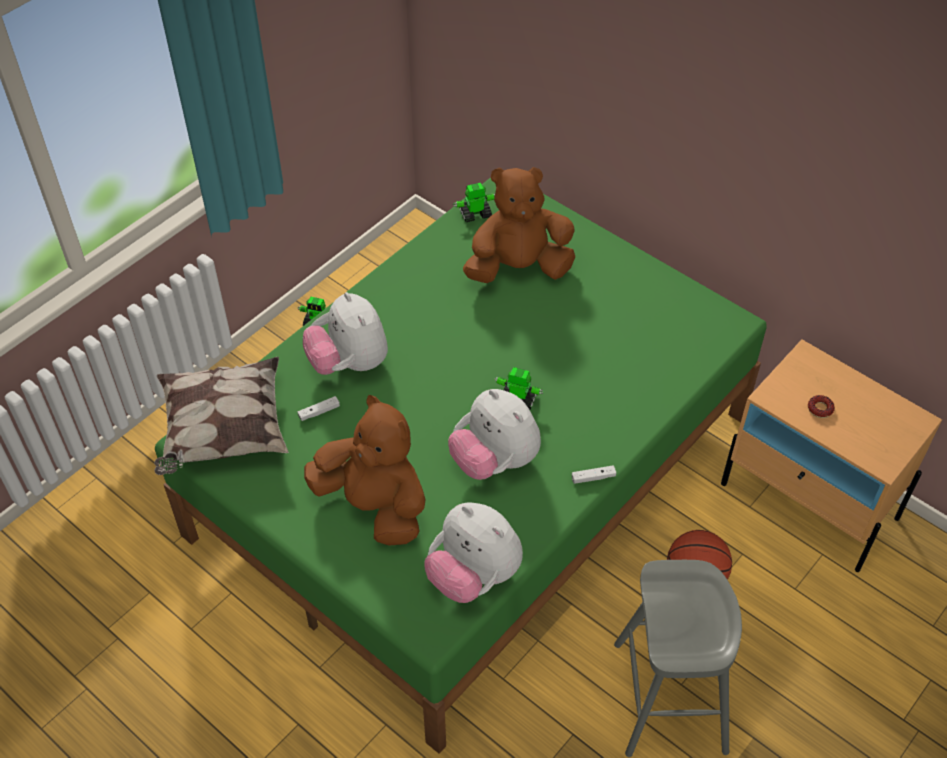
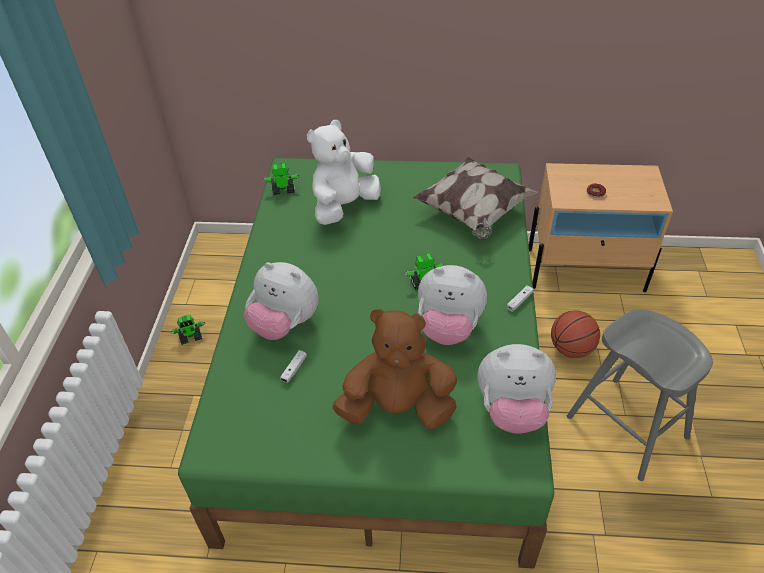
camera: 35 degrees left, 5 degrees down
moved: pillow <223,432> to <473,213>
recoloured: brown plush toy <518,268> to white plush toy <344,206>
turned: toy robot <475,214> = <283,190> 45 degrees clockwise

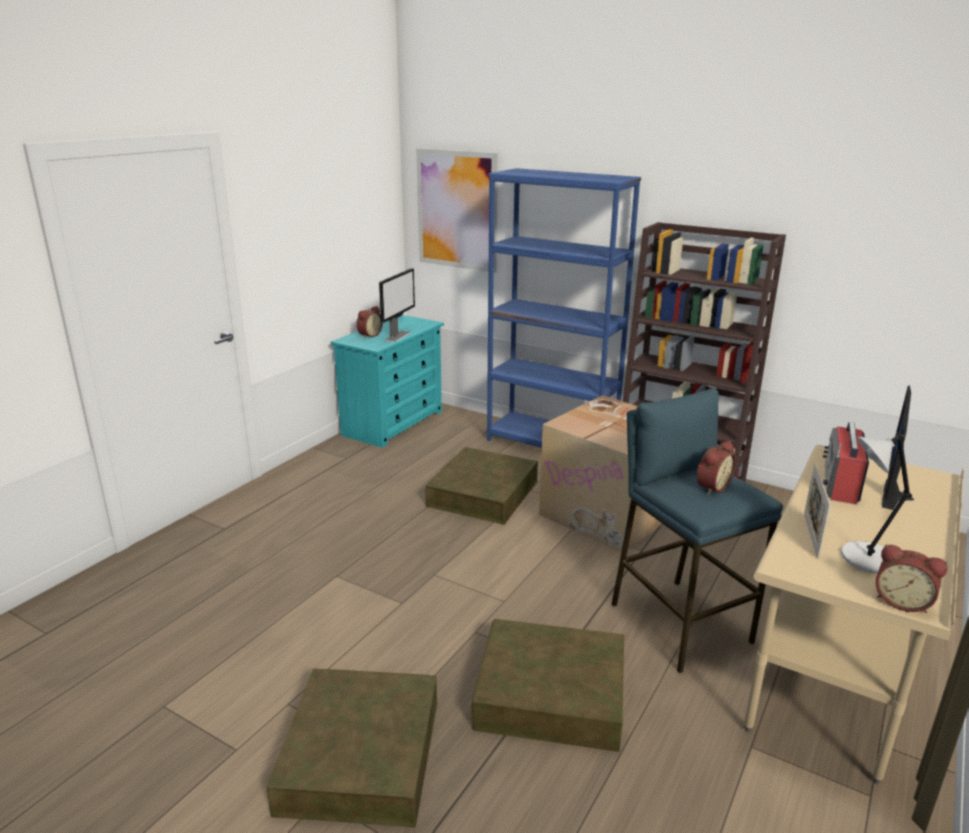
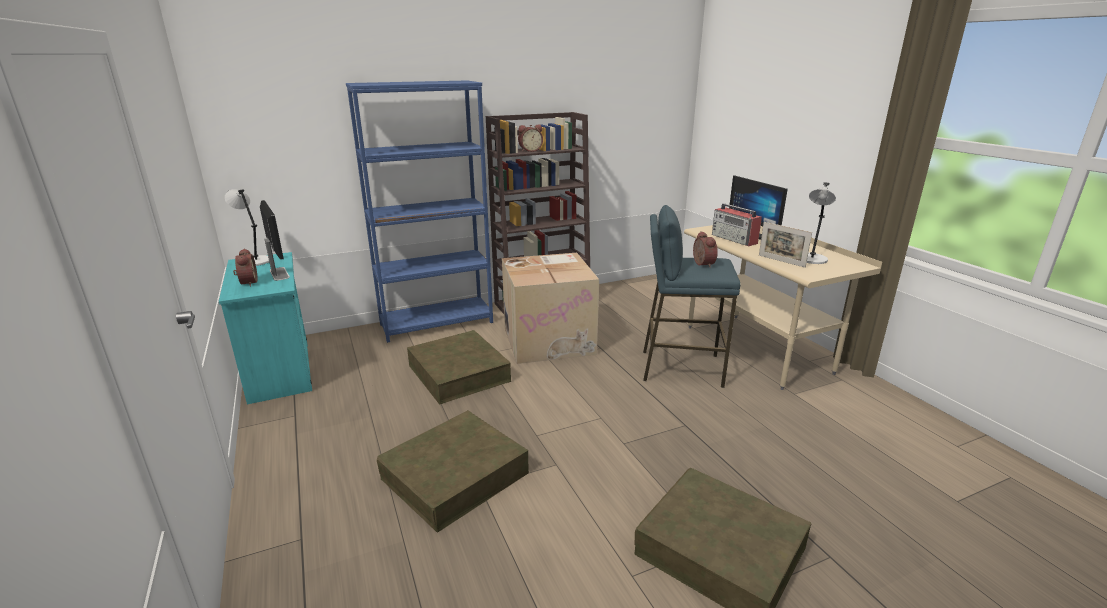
camera: 55 degrees left, 0 degrees up
removed: picture <457,210>
added: grey table lamp <255,261>
moved: alarm clock <902,601> to <530,150>; brown storage box <551,694> to <455,476>

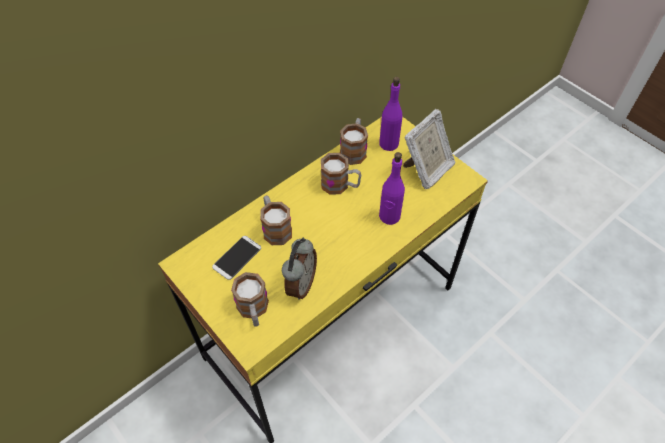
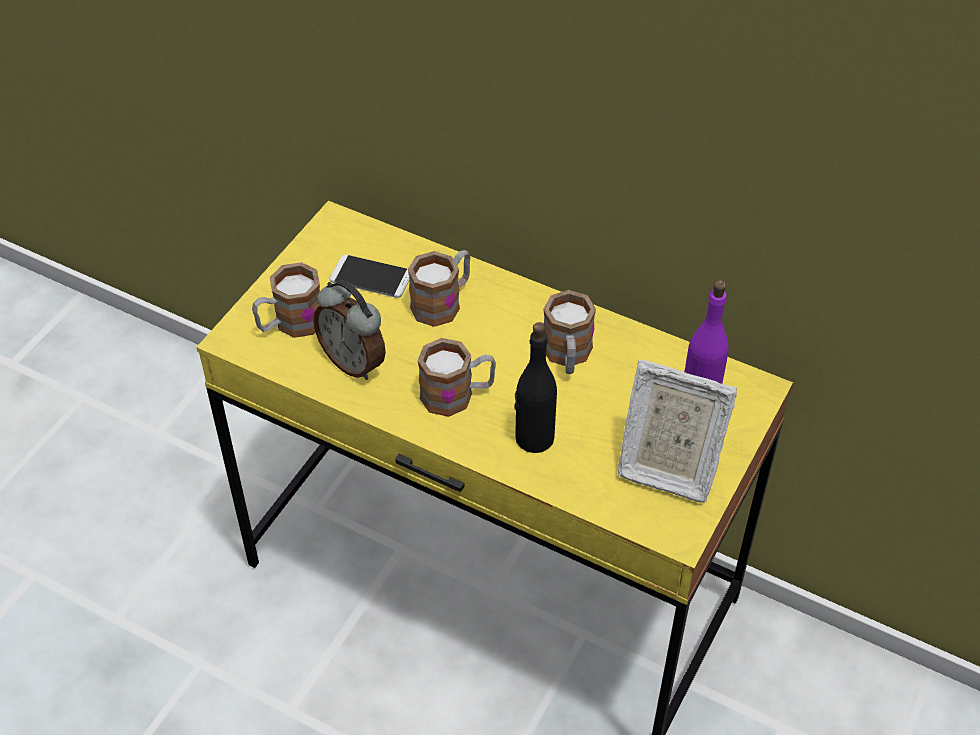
camera: 70 degrees right, 5 degrees down
moved: mug <354,150> to <457,395>
recoloured: purple bottle <389,216> to black bottle <534,438>
turned: alarm clock <300,284> = <354,362> 45 degrees clockwise

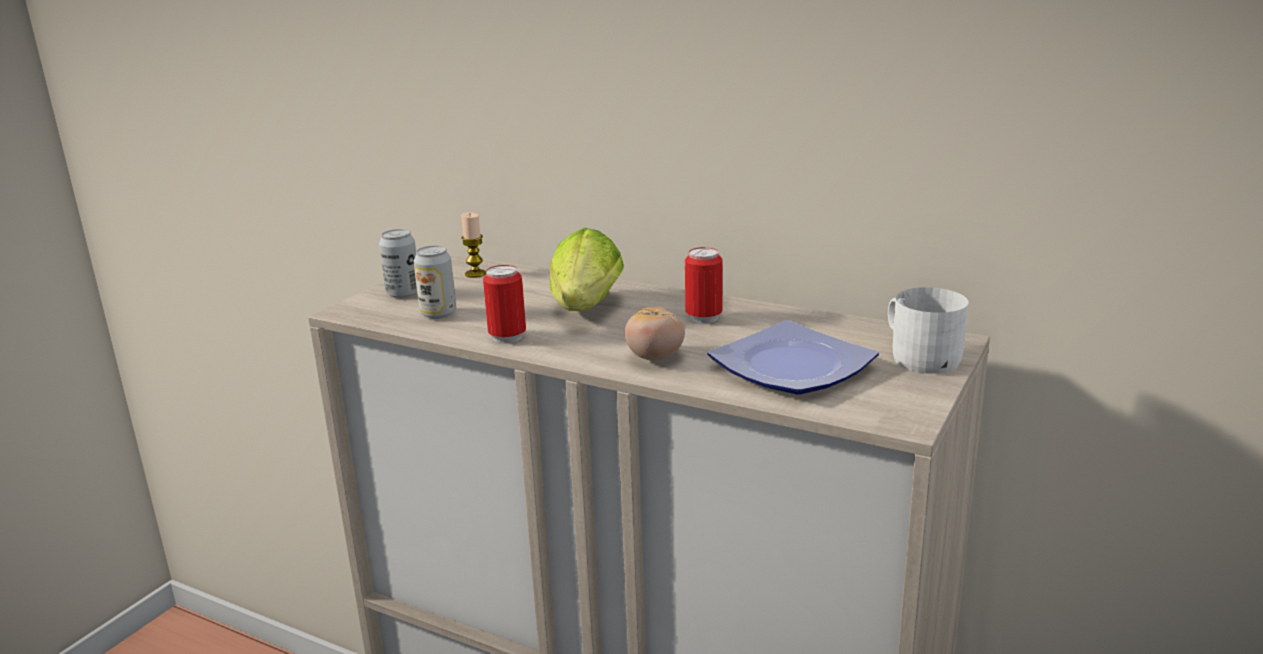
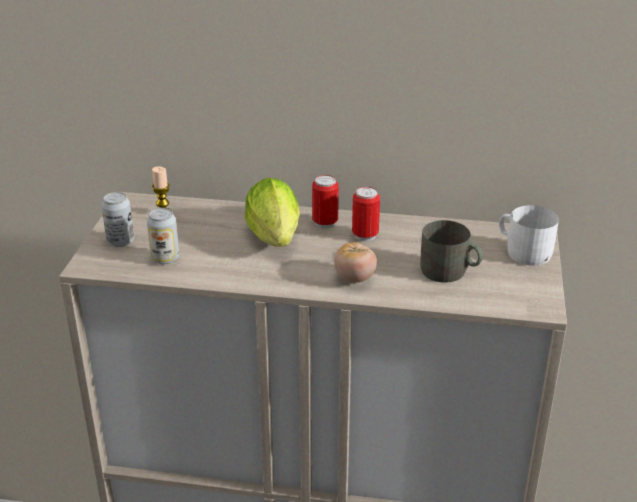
camera: 20 degrees left, 10 degrees up
moved: can <507,337> to <325,223>
replaced: plate <791,366> to grey mug <449,272>

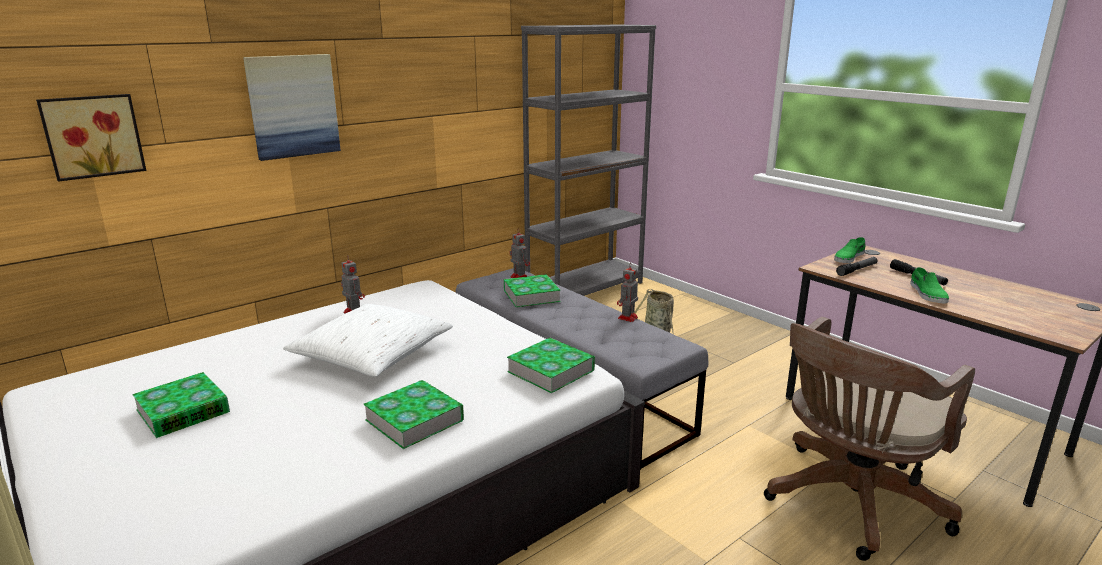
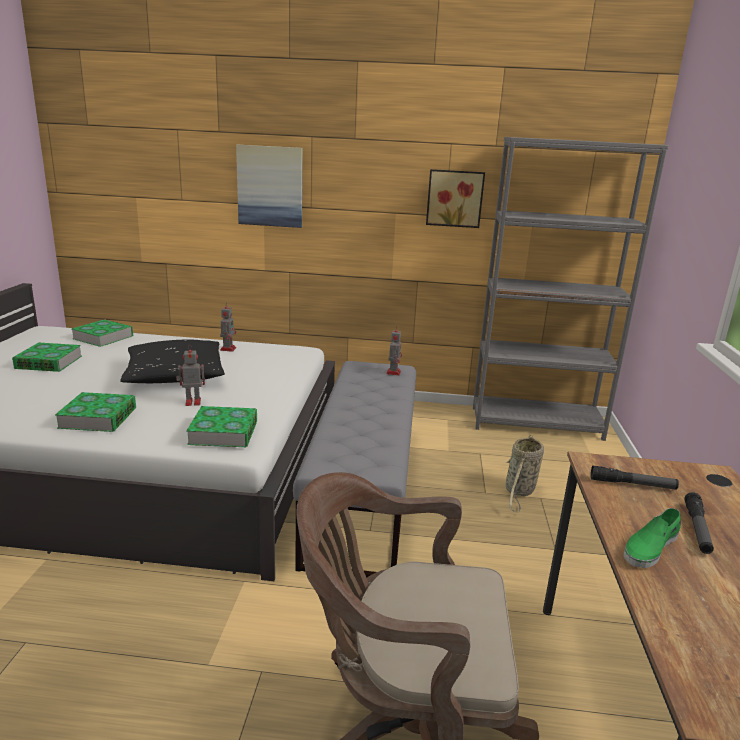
camera: 45 degrees right, 0 degrees up
removed: green shoe <848,257>
moved: picture <93,136> to <454,198>; toy robot <627,318> to <192,402>; book <531,295> to <103,337>
recoloured: white pillow <372,355> to black pillow <175,375>

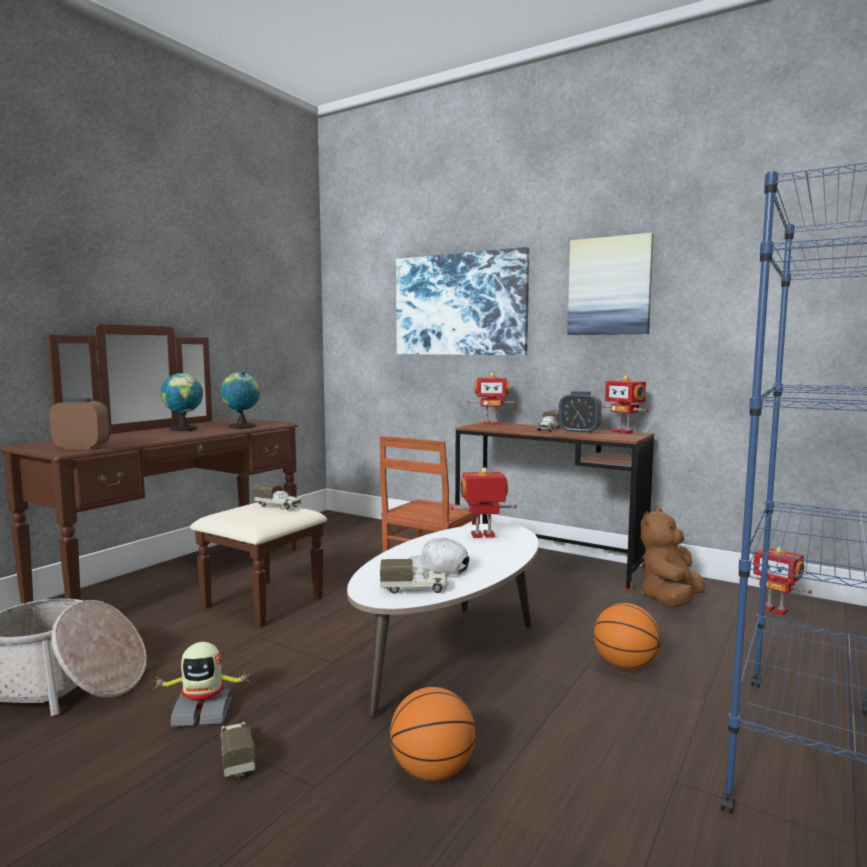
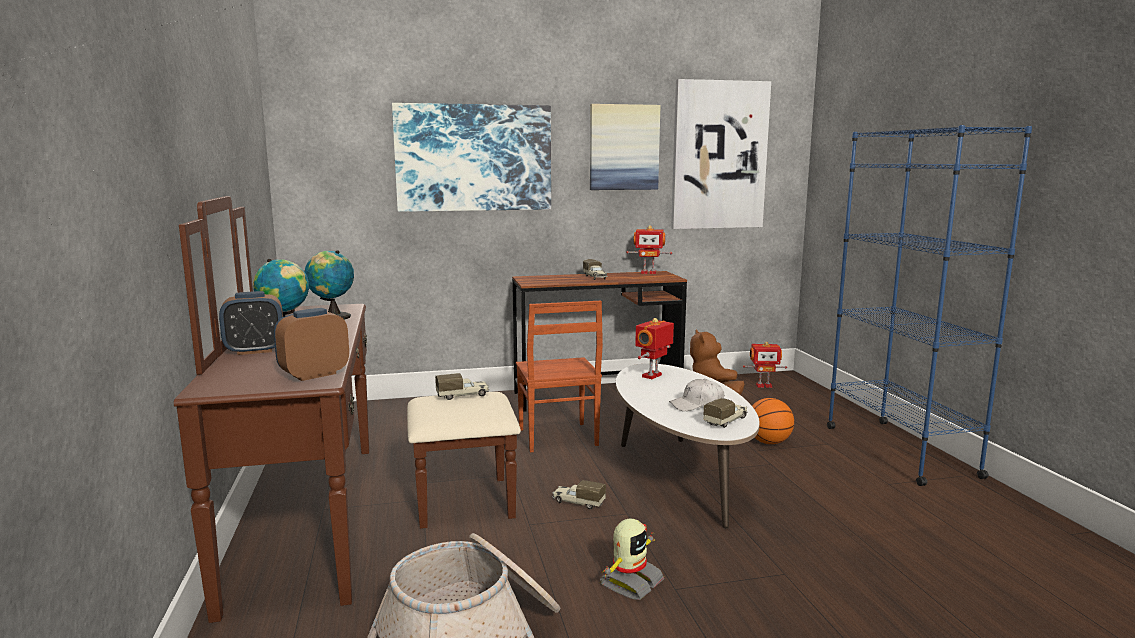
camera: 45 degrees left, 5 degrees up
removed: toy robot <491,424>; basketball <432,772>
added: picture <719,155>
moved: alarm clock <579,432> to <255,351>; toy truck <236,757> to <578,502>

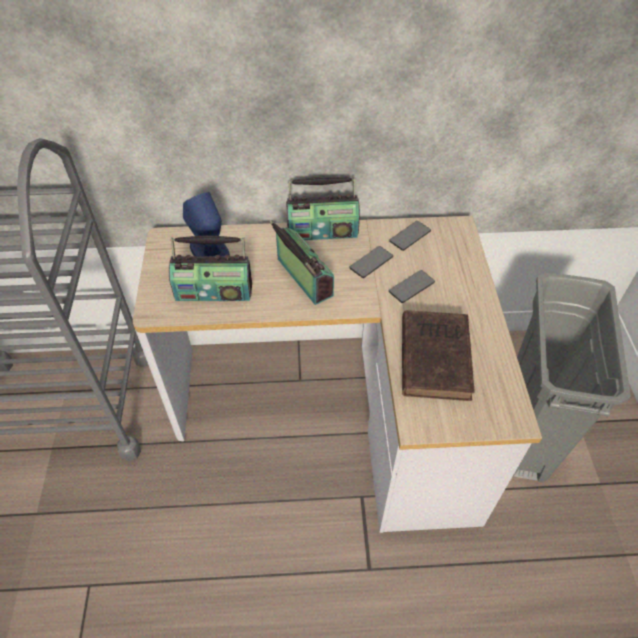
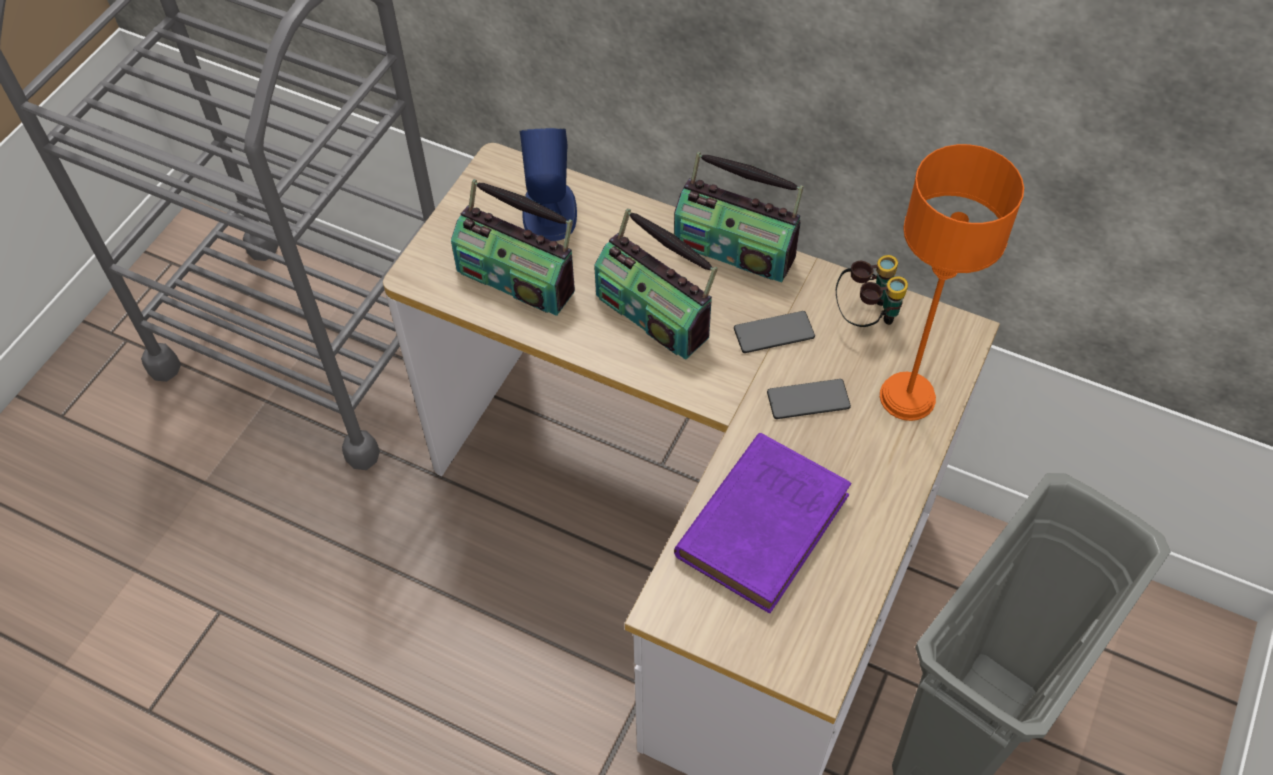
camera: 30 degrees right, 5 degrees up
added: orange table lamp <907,396>
replaced: phone <410,236> to binoculars <866,315>
recoloured: brown book <434,356> to purple book <765,522>
turned: radio <303,278> = <654,314> 135 degrees clockwise

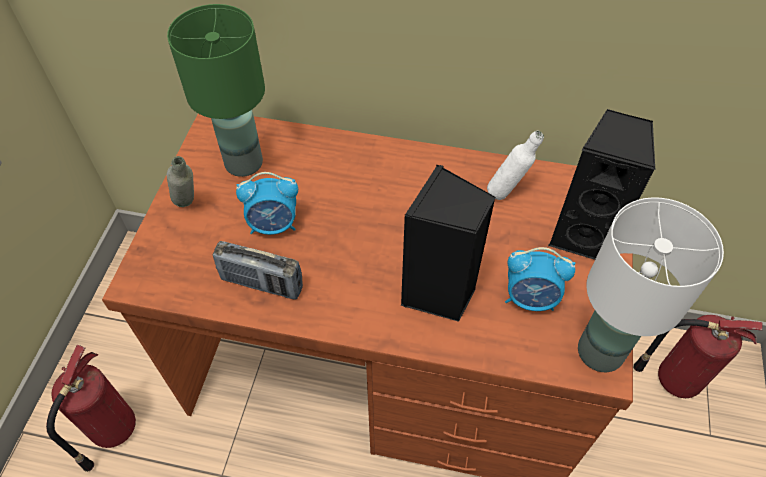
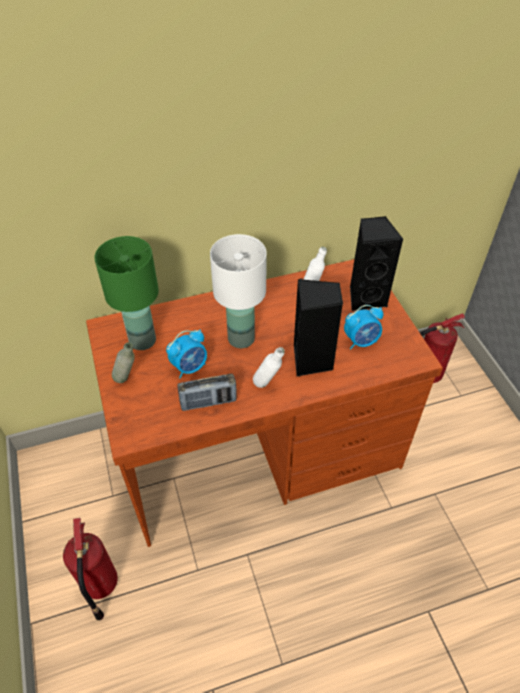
camera: 30 degrees left, 5 degrees down
added: white bottle <267,385>
moved: white table lamp <599,351> to <240,338>

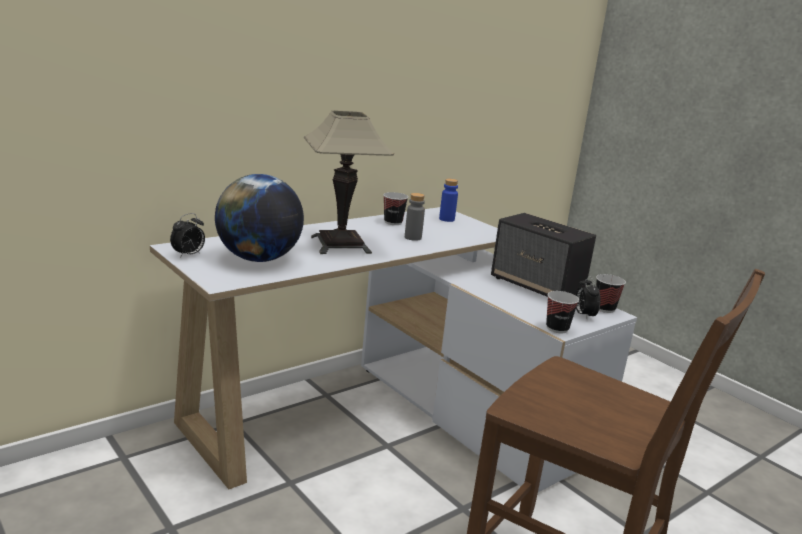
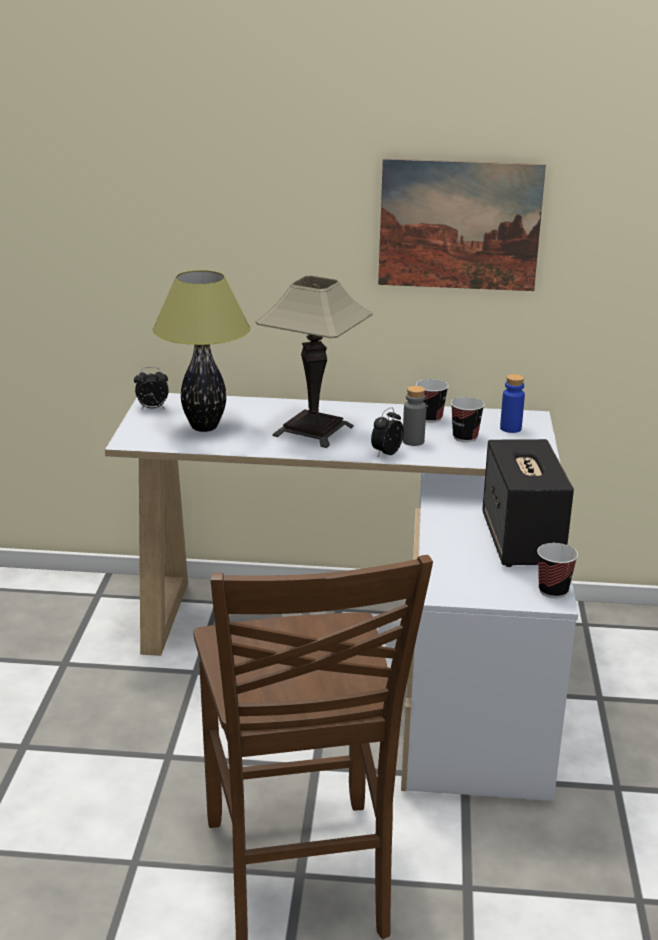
camera: 45 degrees right, 5 degrees up
added: picture <459,225>
moved: alarm clock <584,315> to <386,453>; cup <557,328> to <465,437>
replaced: globe <258,259> to table lamp <204,427>

